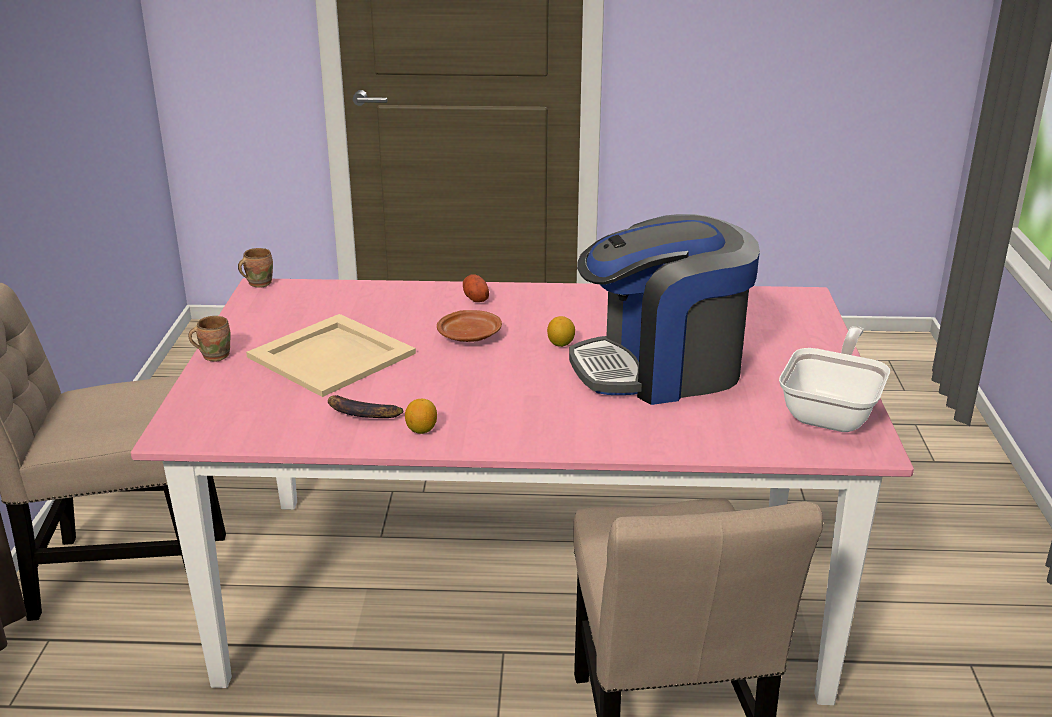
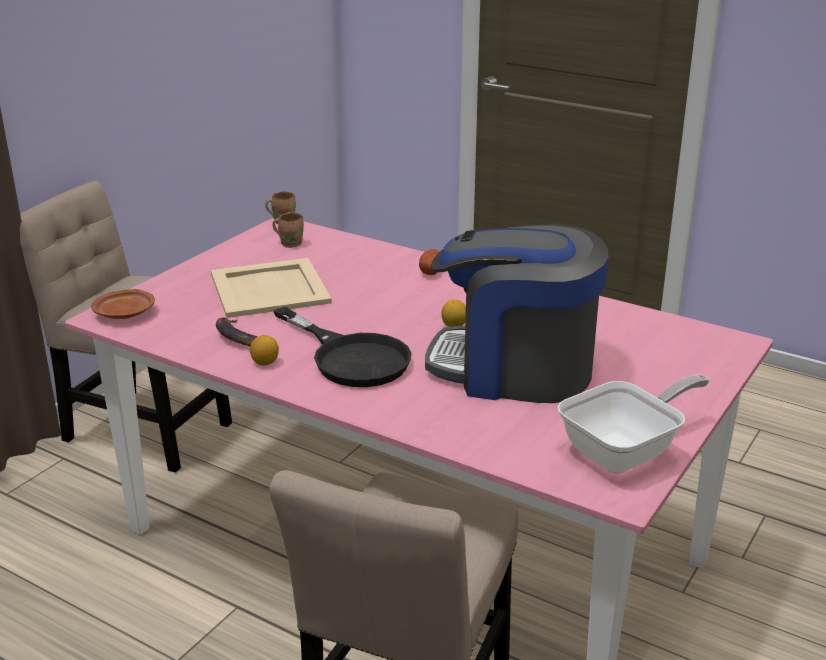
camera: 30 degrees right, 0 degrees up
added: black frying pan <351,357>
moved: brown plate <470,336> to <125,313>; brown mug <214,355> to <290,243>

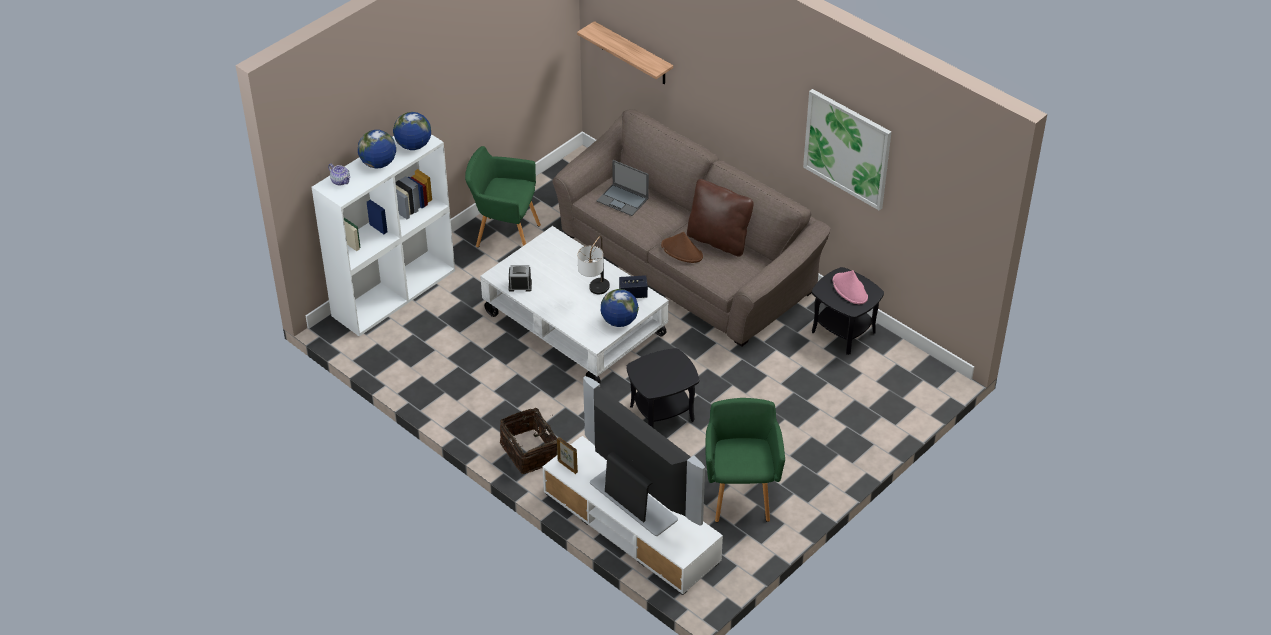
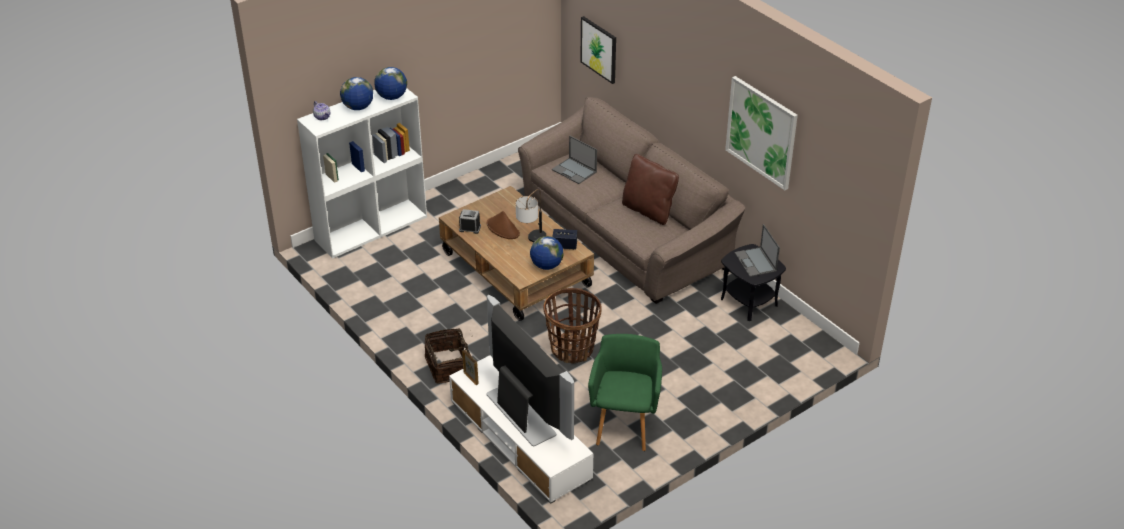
camera: 10 degrees right, 5 degrees down
removed: green armchair <504,234>
moved: brown hat <682,251> to <503,229>
replaced: shelf <633,54> to picture <599,49>; pink hat <850,289> to laptop <756,262>; black side table <662,413> to basket <572,349>
recoloured: white coffee table <575,324> to brown coffee table <516,269>

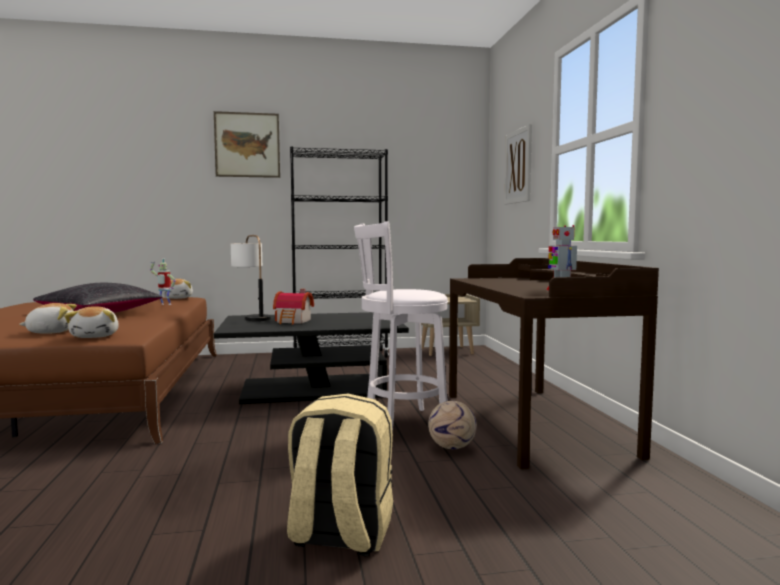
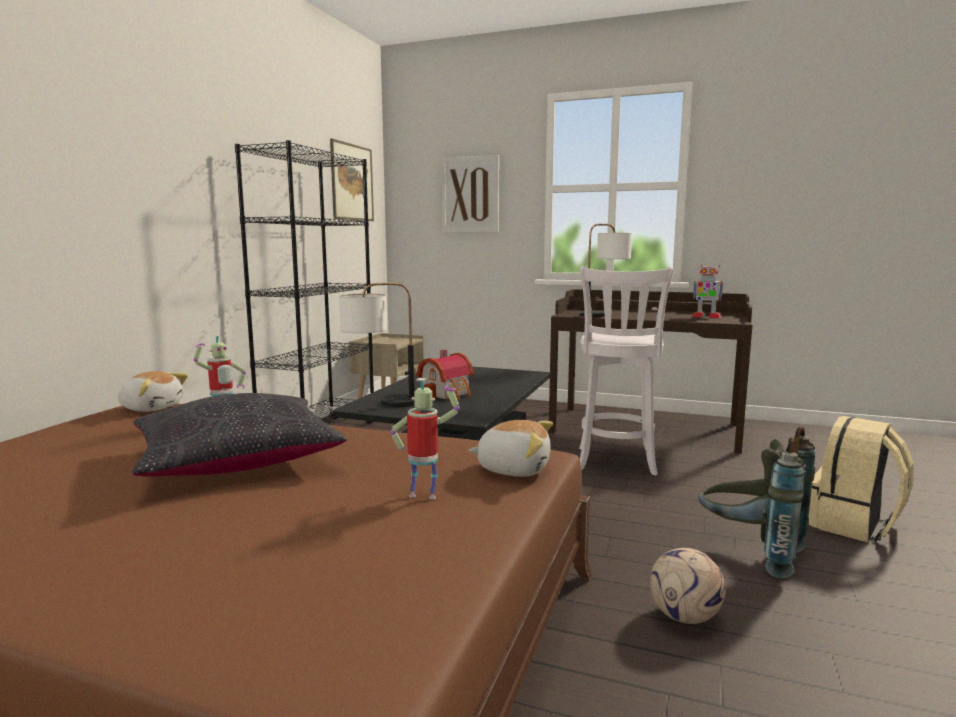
camera: 60 degrees left, 5 degrees up
added: table lamp <604,314>; grey backpack <750,553>
moved: picture <247,145> to <352,182>; football <452,447> to <685,616>
replaced: plush toy <51,332> to toy robot <424,495>

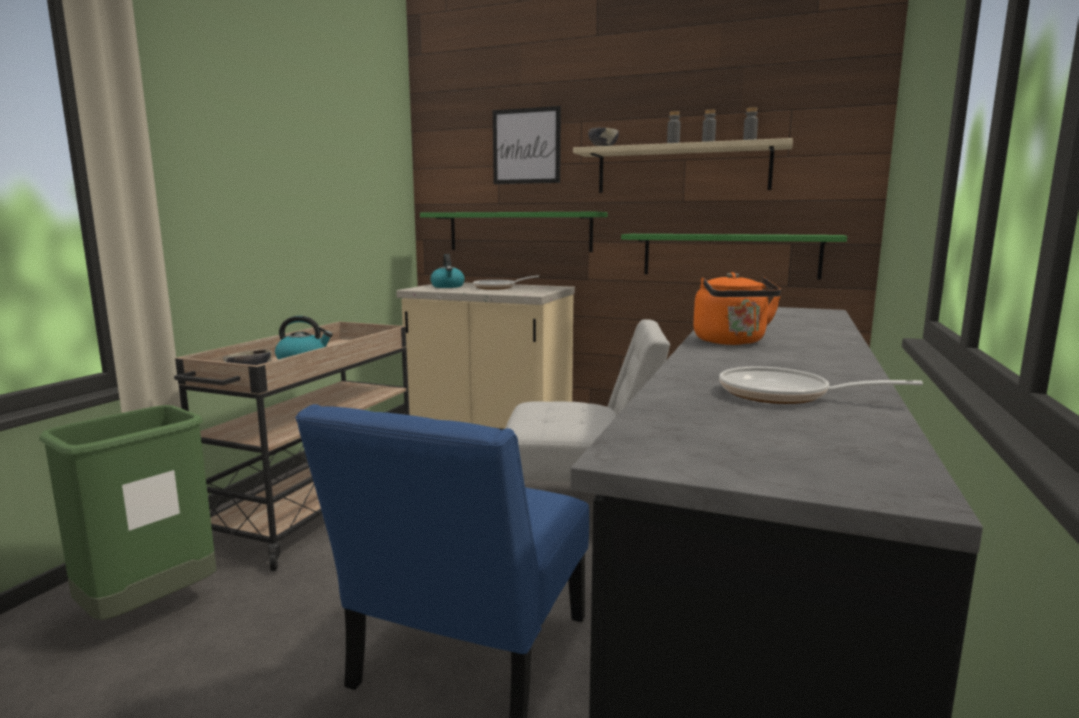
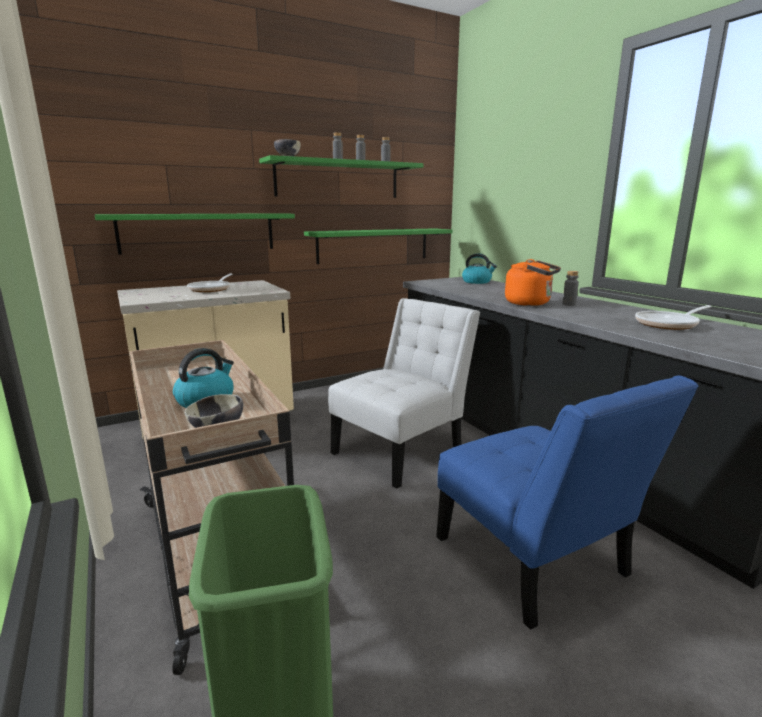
camera: 50 degrees left, 5 degrees up
removed: picture <526,146>
added: grey bottle <569,304>
moved: kettle <448,286> to <477,282>
recoloured: beige shelf <682,169> to green shelf <338,179>

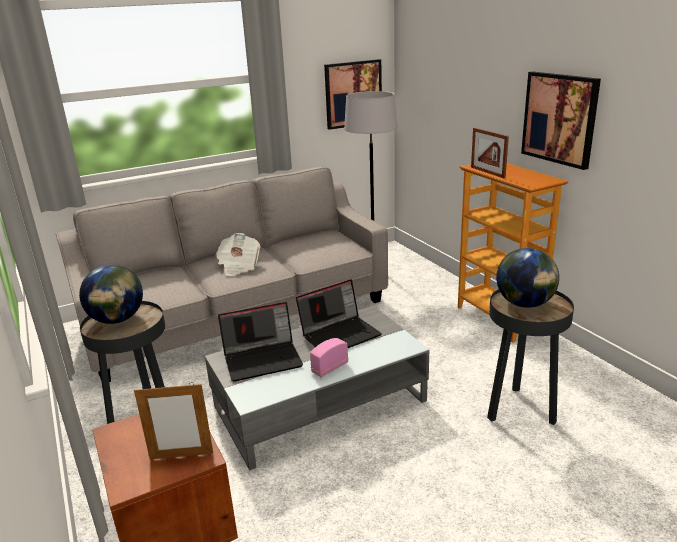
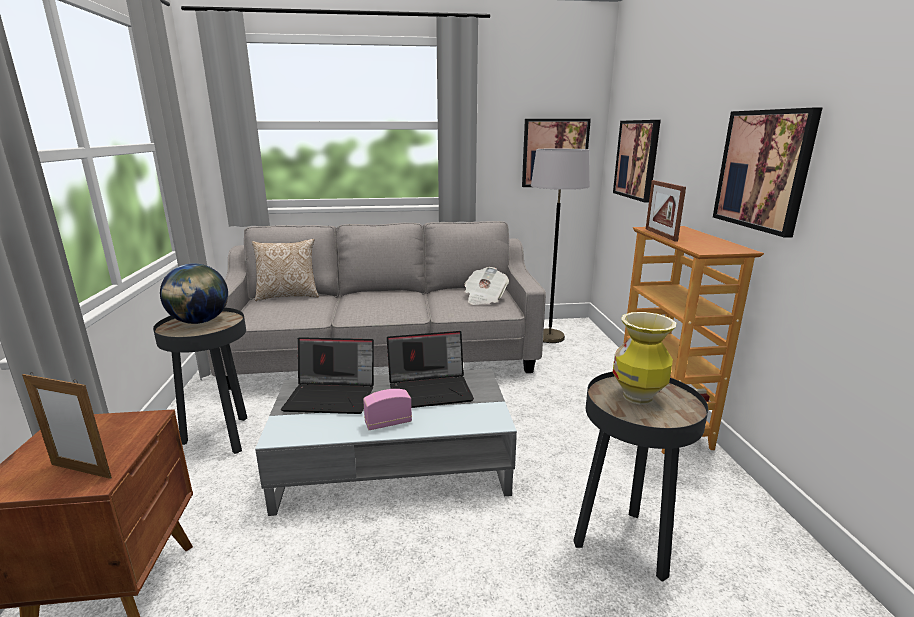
camera: 20 degrees right, 5 degrees down
added: picture <637,159>; pillow <288,296>
moved: newspaper <239,266> to <484,298>
replaced: globe <525,304> to vase <638,397>

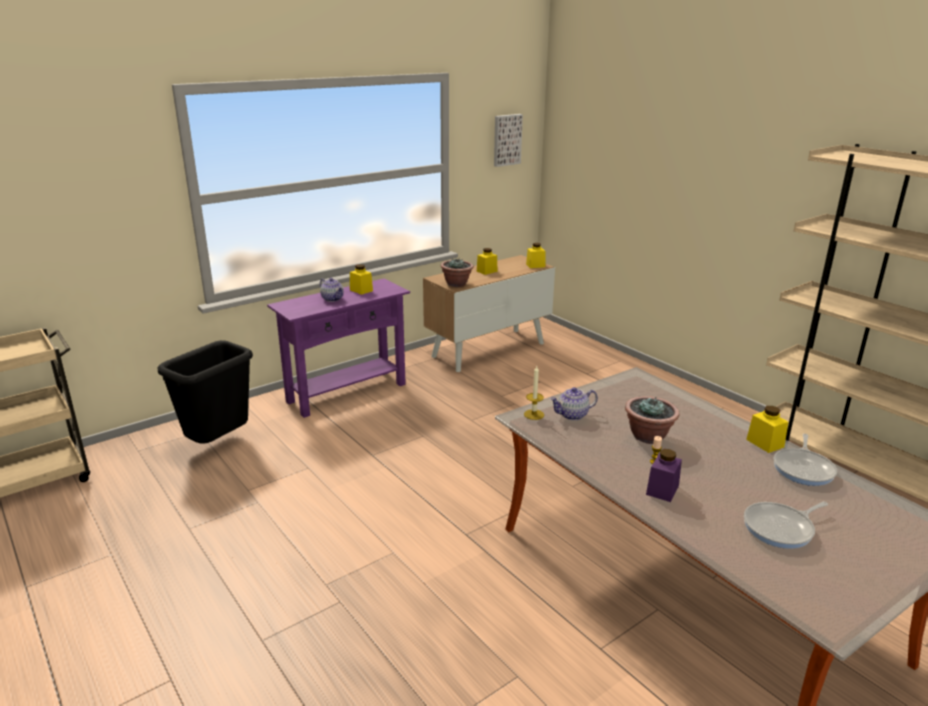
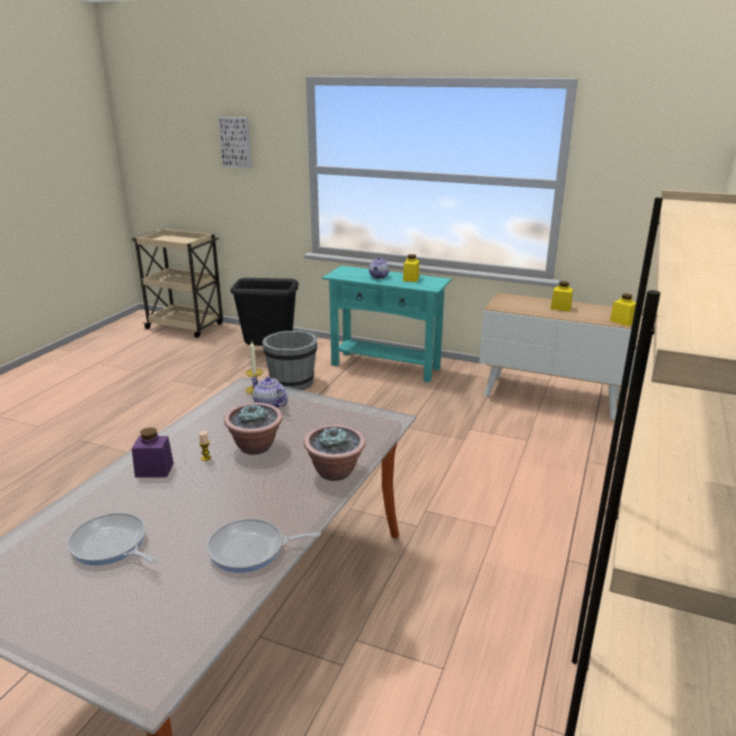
camera: 60 degrees right, 0 degrees up
removed: yellow jar <765,443>
added: grey bucket <292,383>
moved: picture <506,140> to <236,142>; potted plant <457,284> to <335,472>
recoloured: purple console table <347,393> to turquoise console table <385,366>

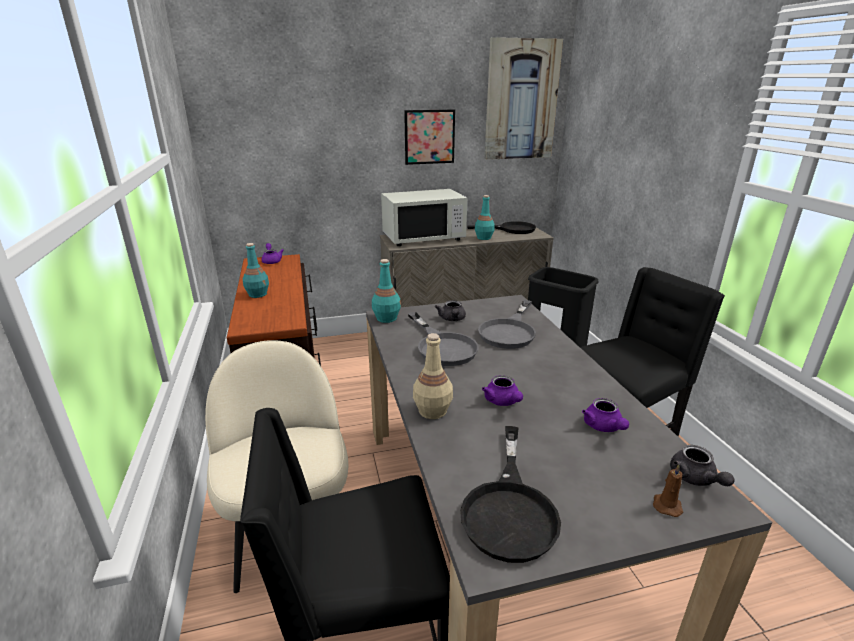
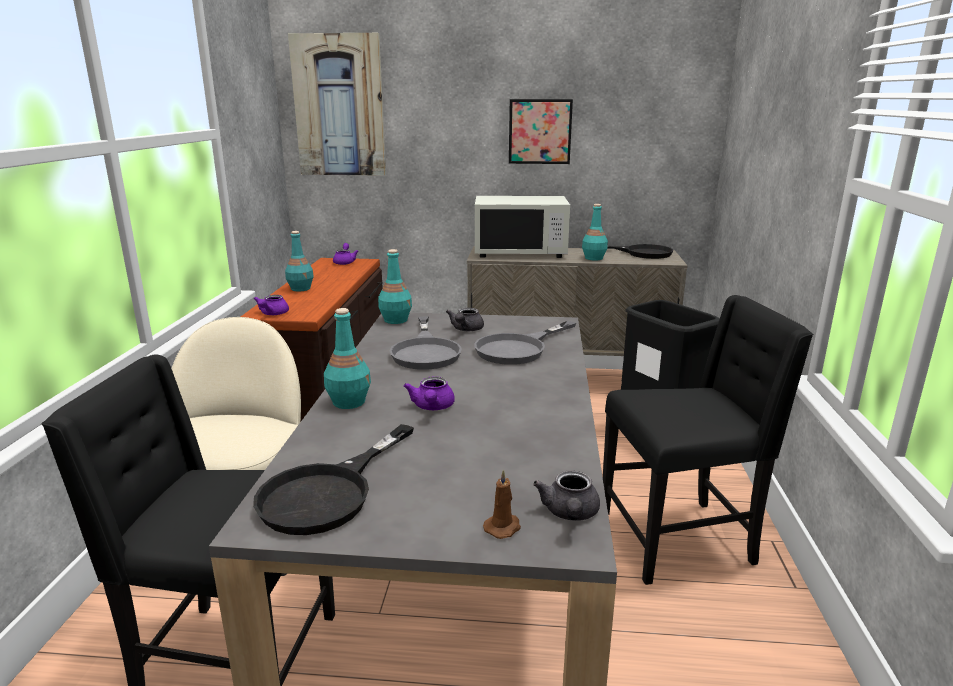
camera: 20 degrees right, 5 degrees down
moved: picture <521,100> to <339,106>; purple teapot <604,427> to <272,314>
recoloured: beige bottle <432,410> to turquoise bottle <349,402>

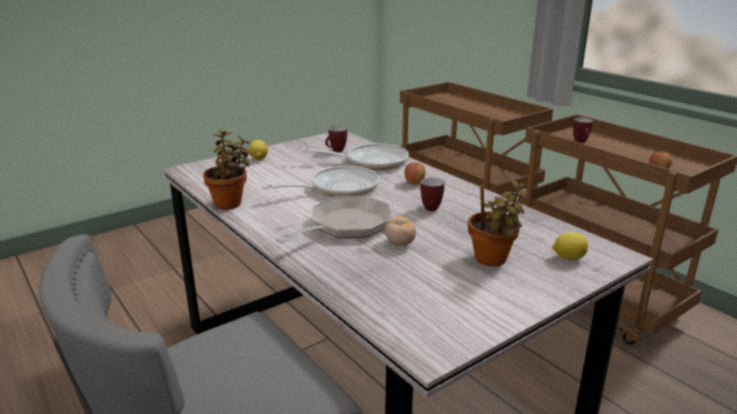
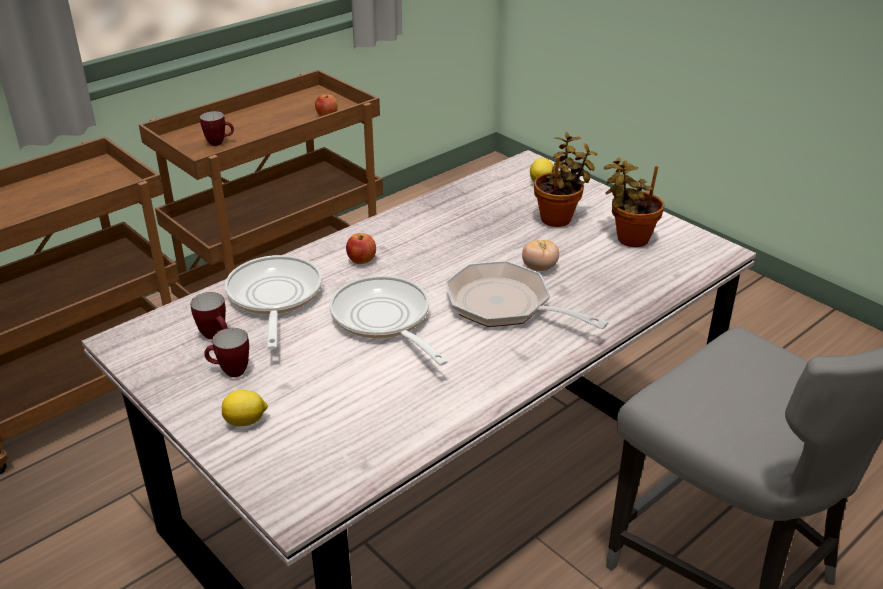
camera: 95 degrees left, 10 degrees up
moved: potted plant <230,203> to <629,238>; mug <431,207> to <230,372>

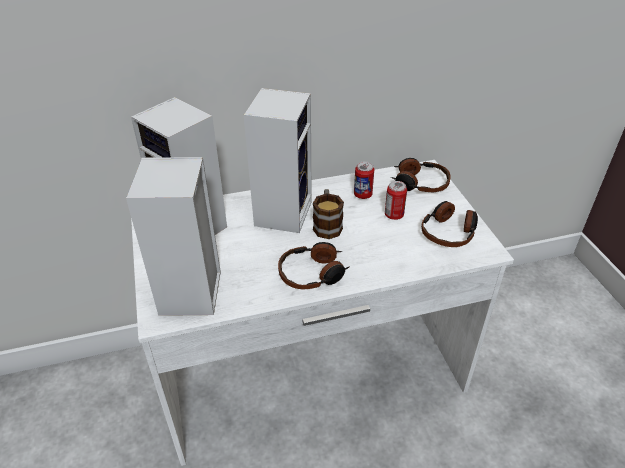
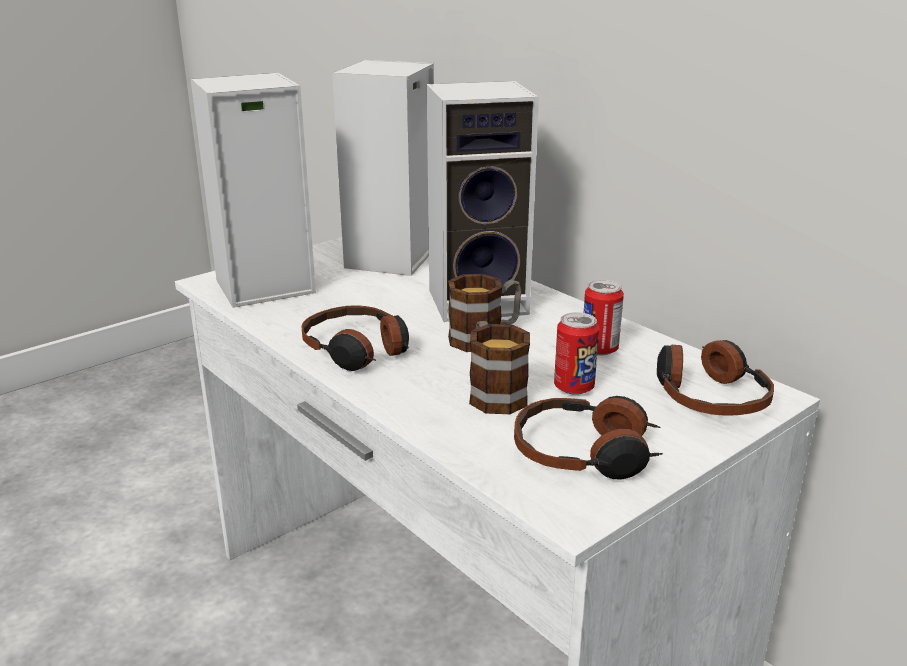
camera: 65 degrees right, 15 degrees down
added: mug <493,392>

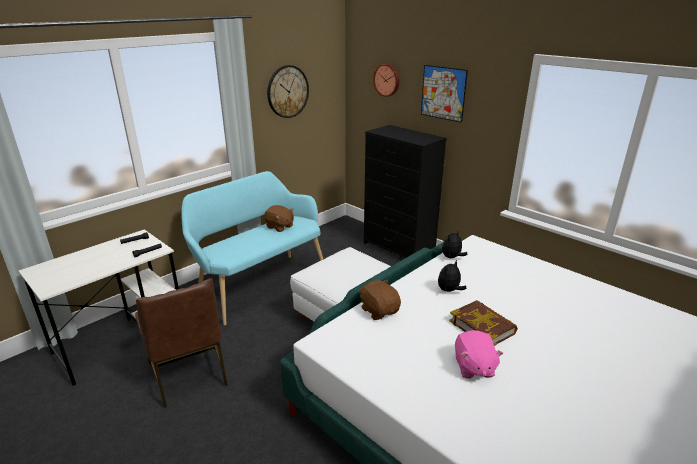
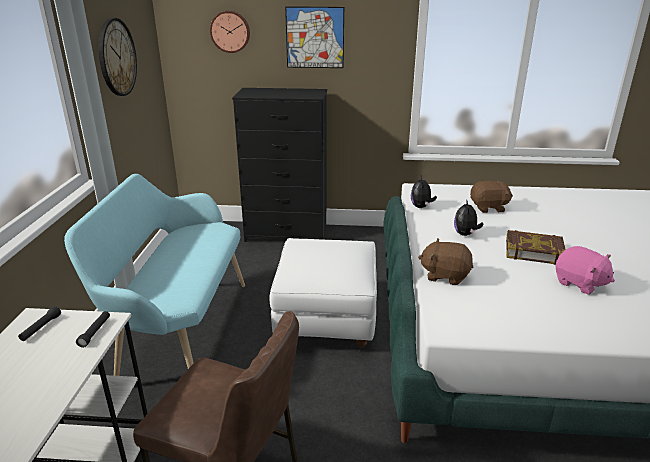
camera: 40 degrees left, 0 degrees up
moved: brown plush toy <279,227> to <488,208>

